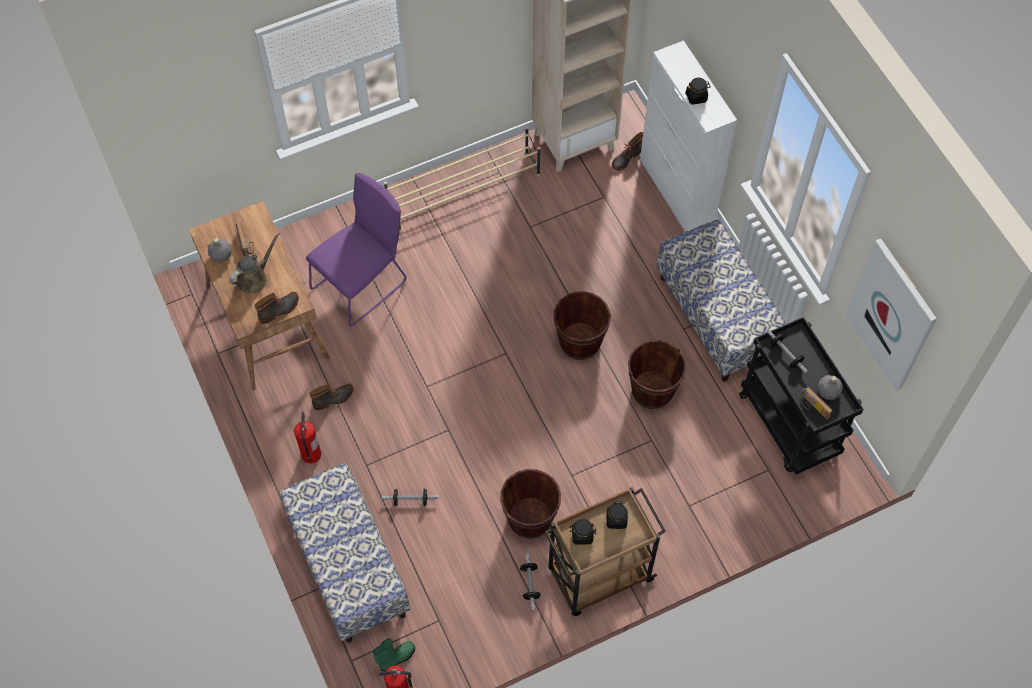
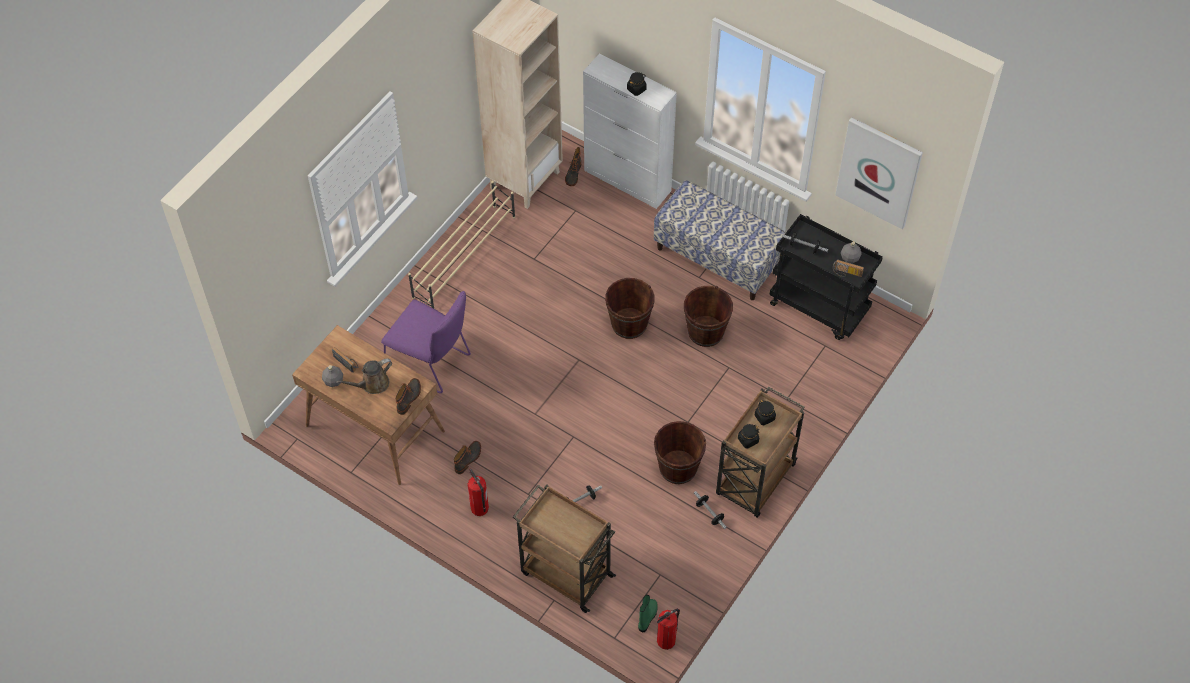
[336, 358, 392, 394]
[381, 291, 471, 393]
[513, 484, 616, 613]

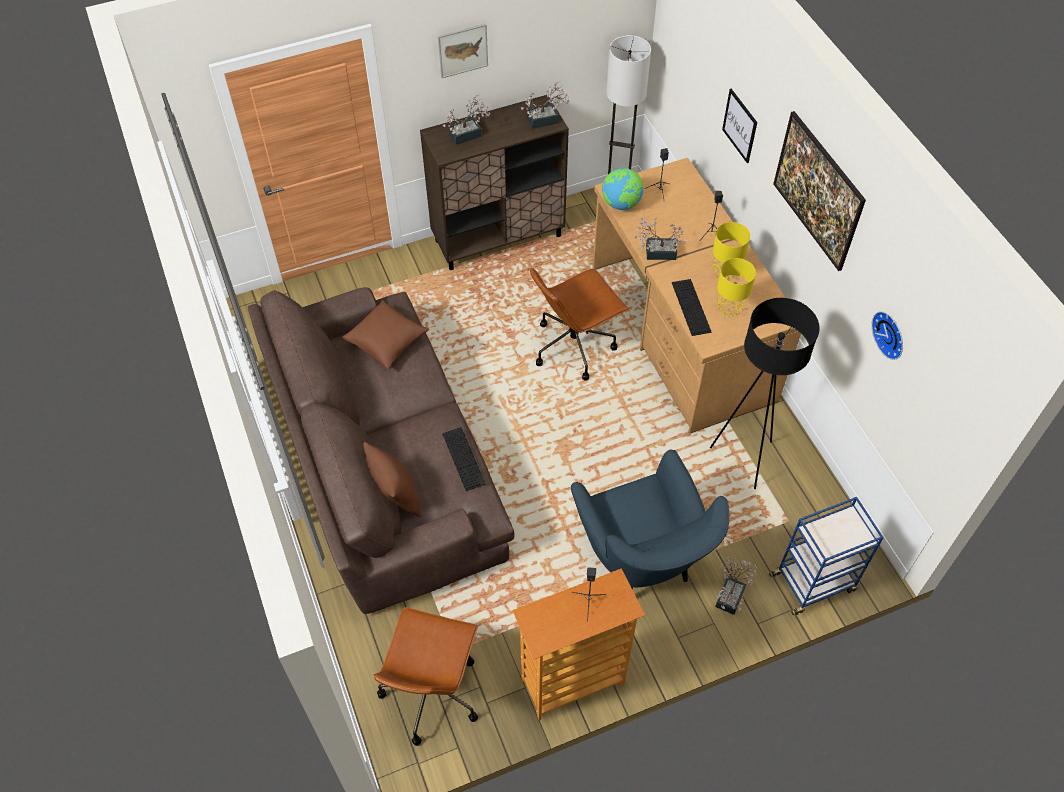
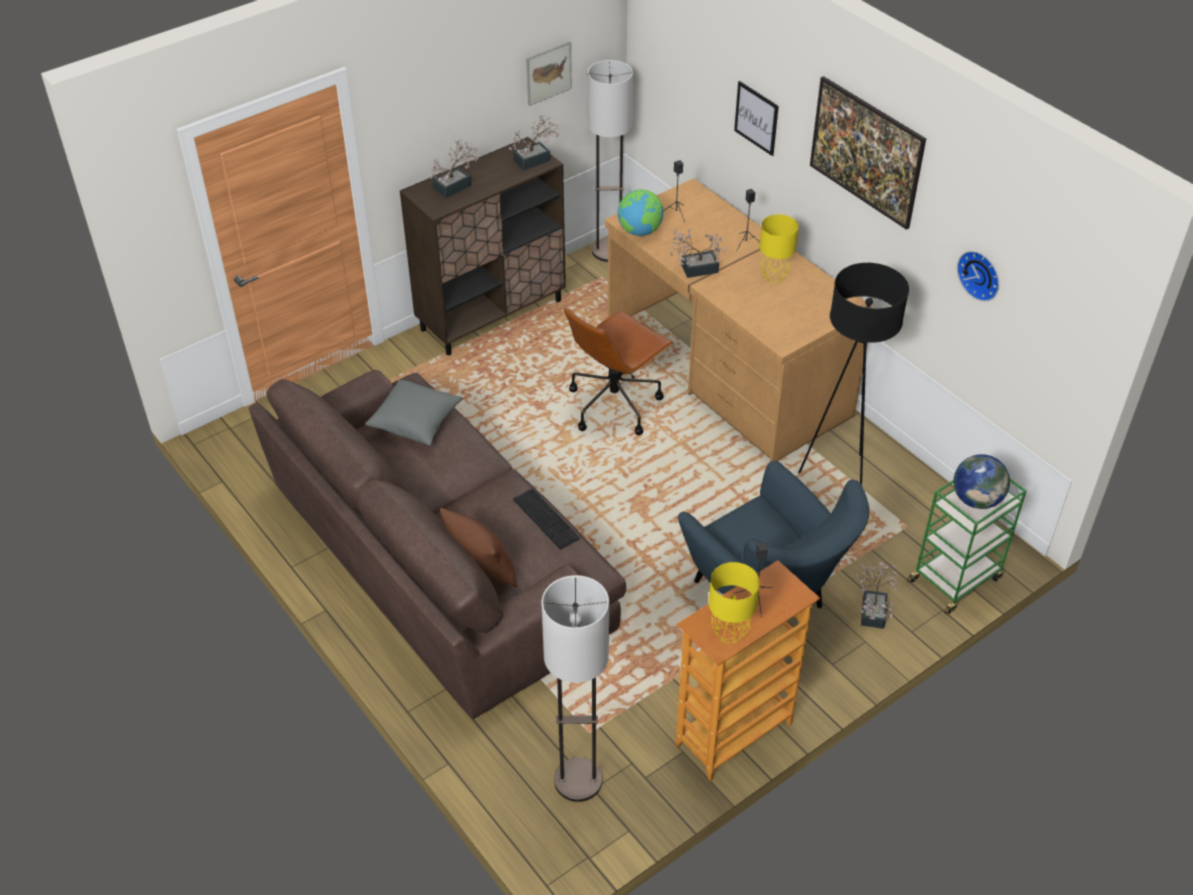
[365, 379, 463, 446]
[526, 41, 572, 106]
[541, 575, 609, 802]
[709, 562, 760, 643]
[906, 478, 1027, 614]
[953, 454, 1010, 509]
[672, 279, 711, 336] (first image)

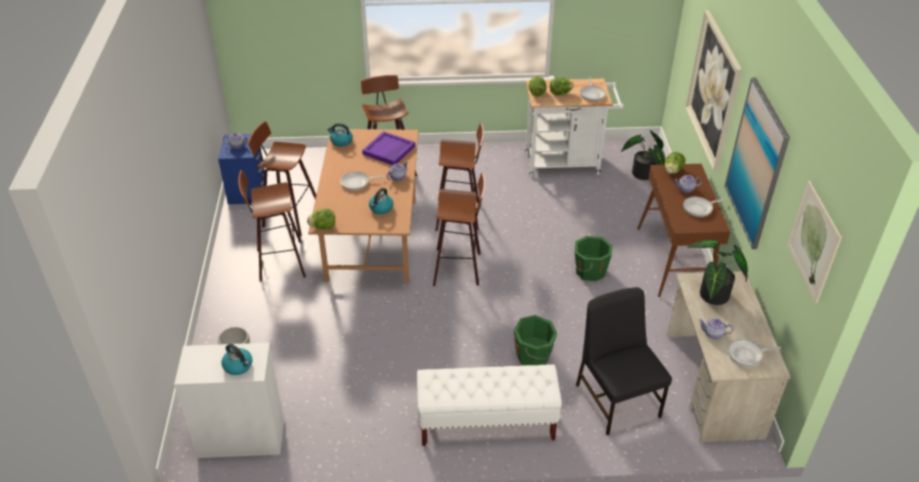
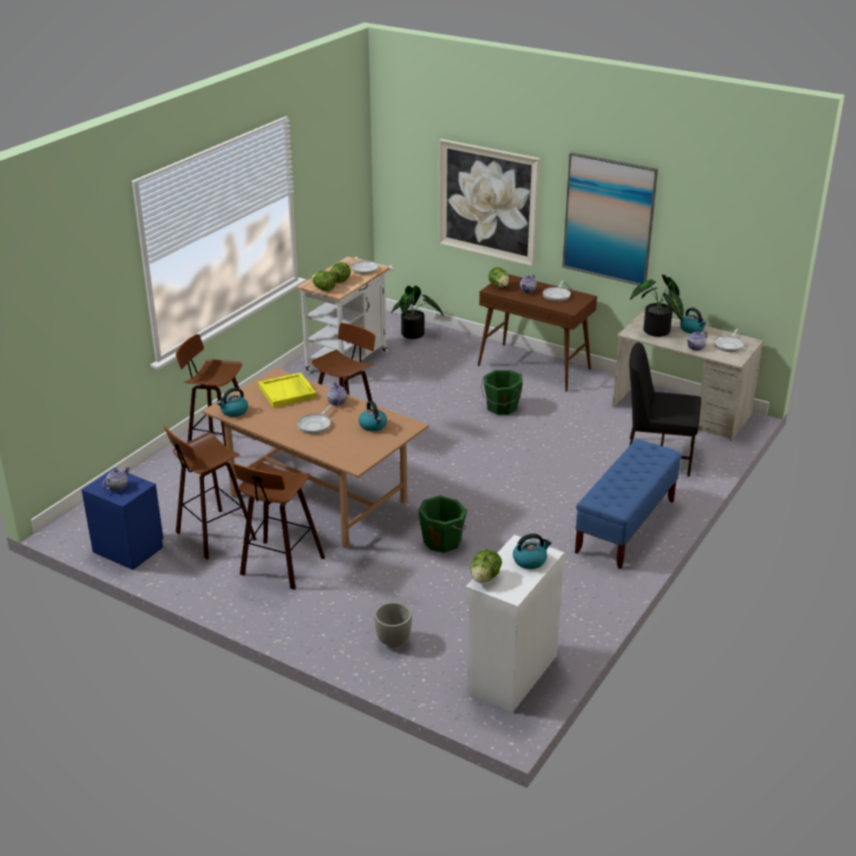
[258, 372, 317, 408]
[418, 496, 467, 553]
[471, 549, 502, 583]
[575, 439, 682, 569]
[680, 308, 706, 334]
[433, 173, 485, 286] (first image)
[787, 181, 842, 304] (first image)

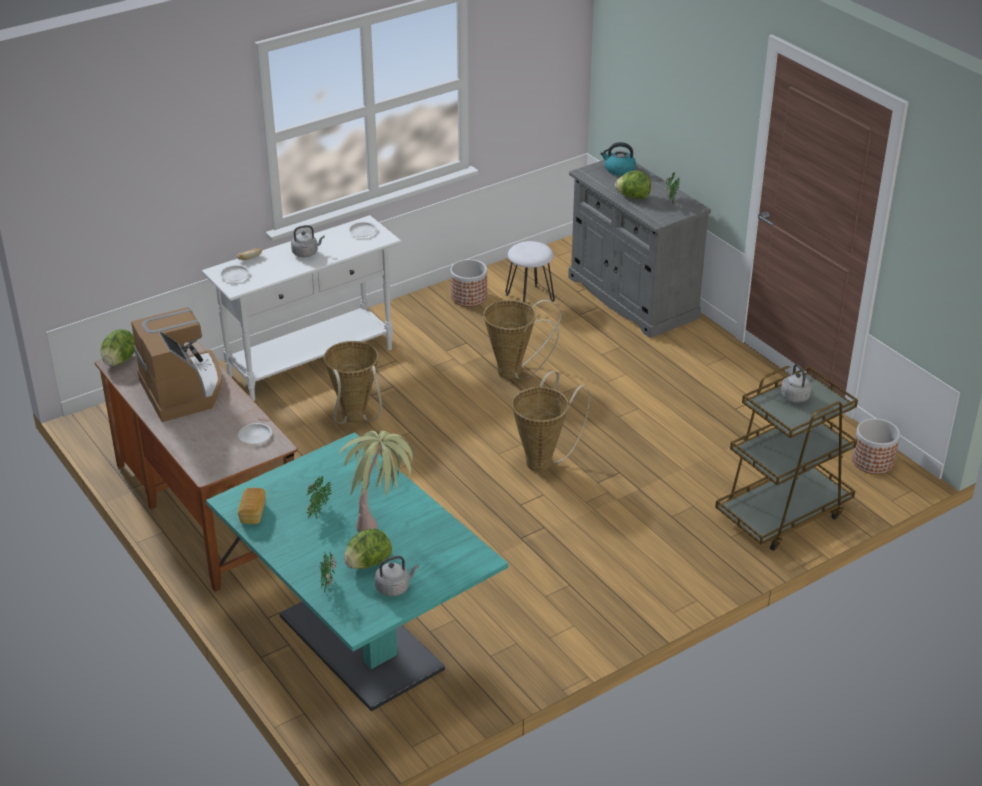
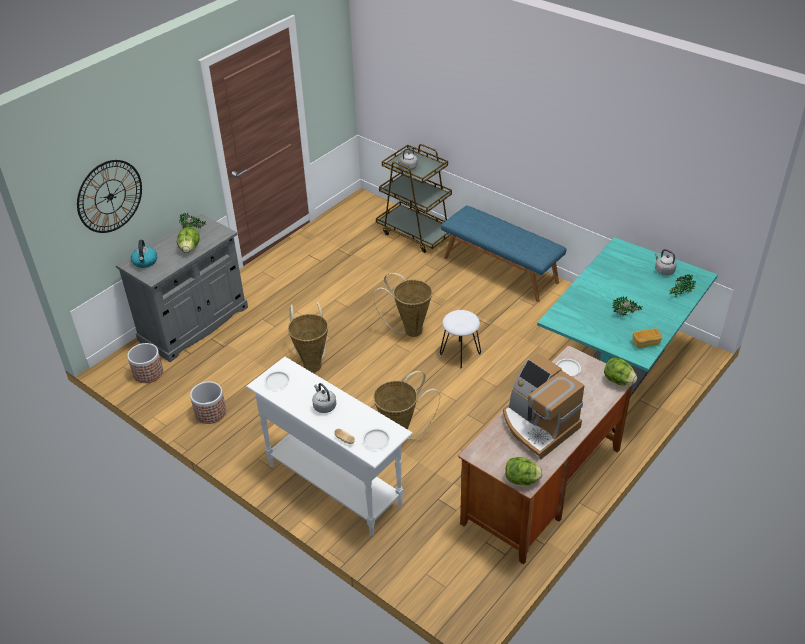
[77, 160, 142, 233]
[127, 343, 163, 383]
[440, 310, 481, 368]
[441, 205, 566, 302]
[503, 353, 584, 459]
[604, 358, 637, 386]
[338, 431, 416, 533] (first image)

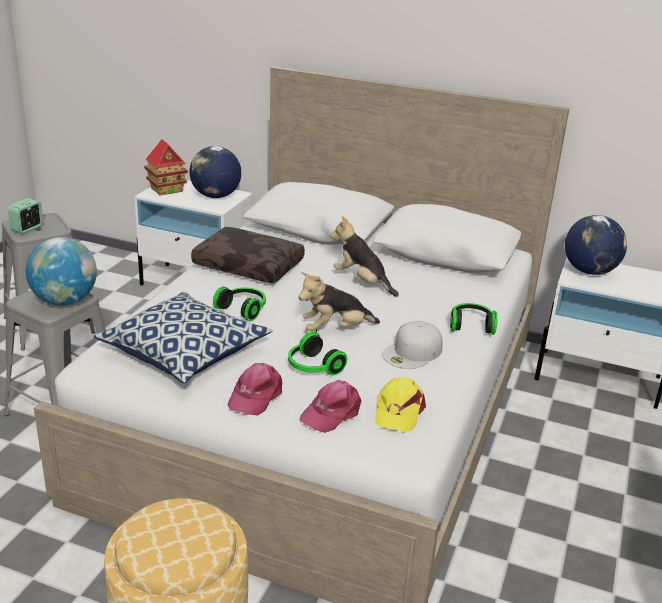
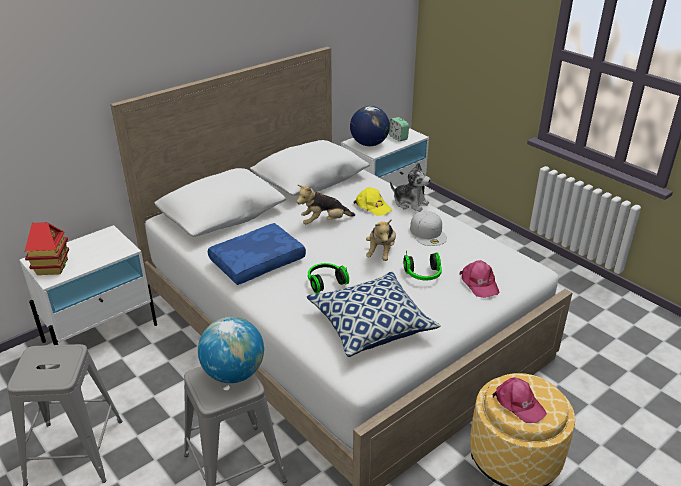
[208, 223, 306, 285]
[353, 187, 392, 216]
[389, 117, 409, 141]
[390, 162, 431, 212]
[493, 378, 547, 423]
[189, 146, 241, 198] (first image)

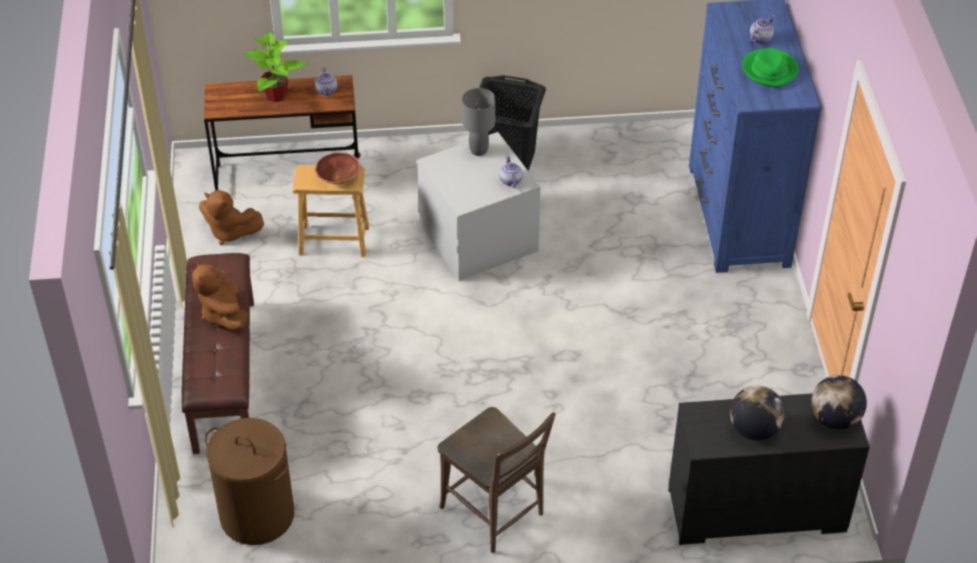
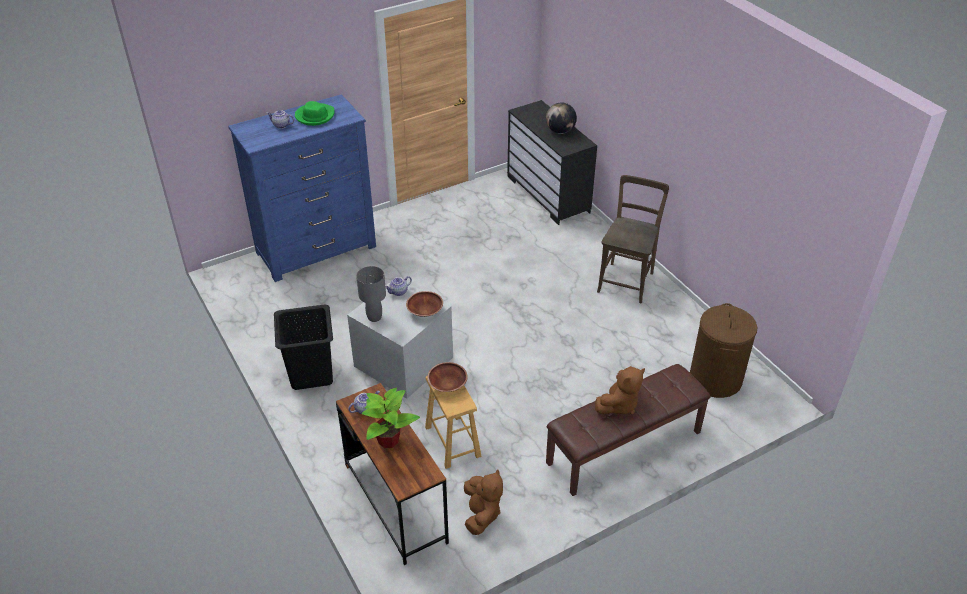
[406, 291, 443, 317]
[811, 375, 867, 430] (first image)

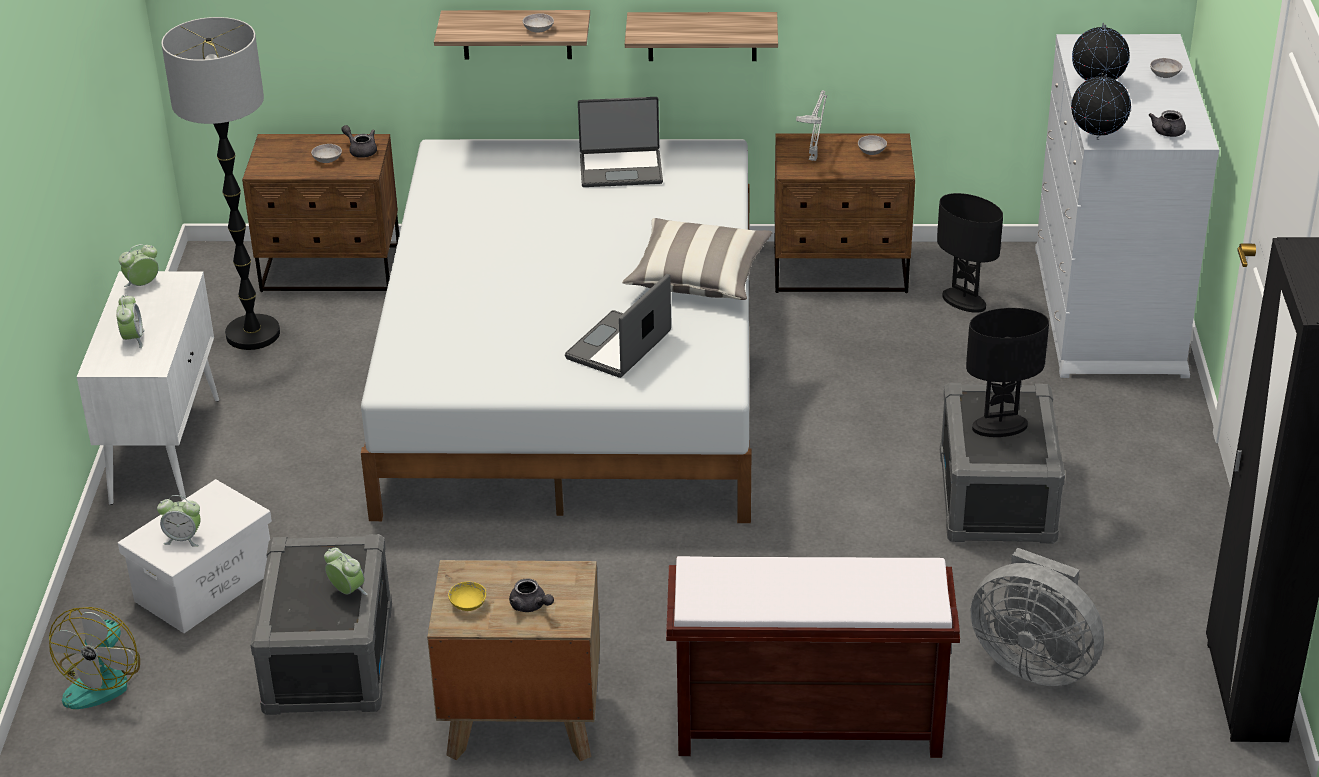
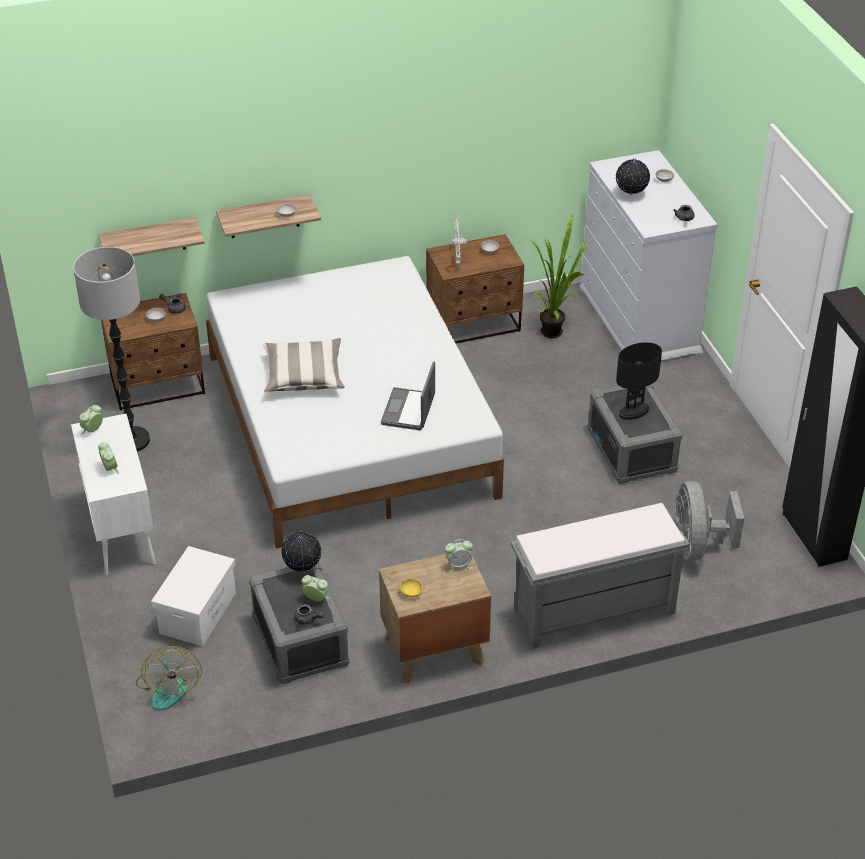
[98, 217, 204, 256]
[263, 338, 345, 392]
[281, 532, 321, 572]
[294, 604, 324, 625]
[445, 539, 473, 572]
[511, 503, 690, 649]
[526, 214, 591, 338]
[674, 481, 744, 561]
[578, 97, 663, 187] (first image)

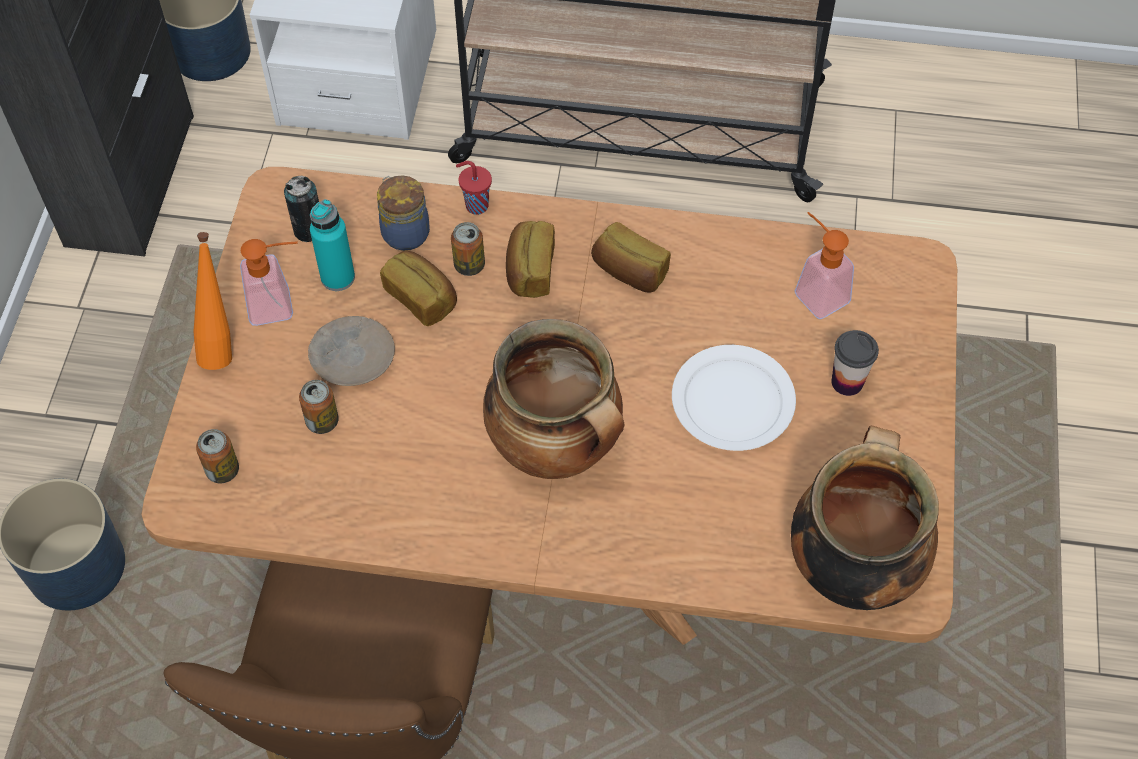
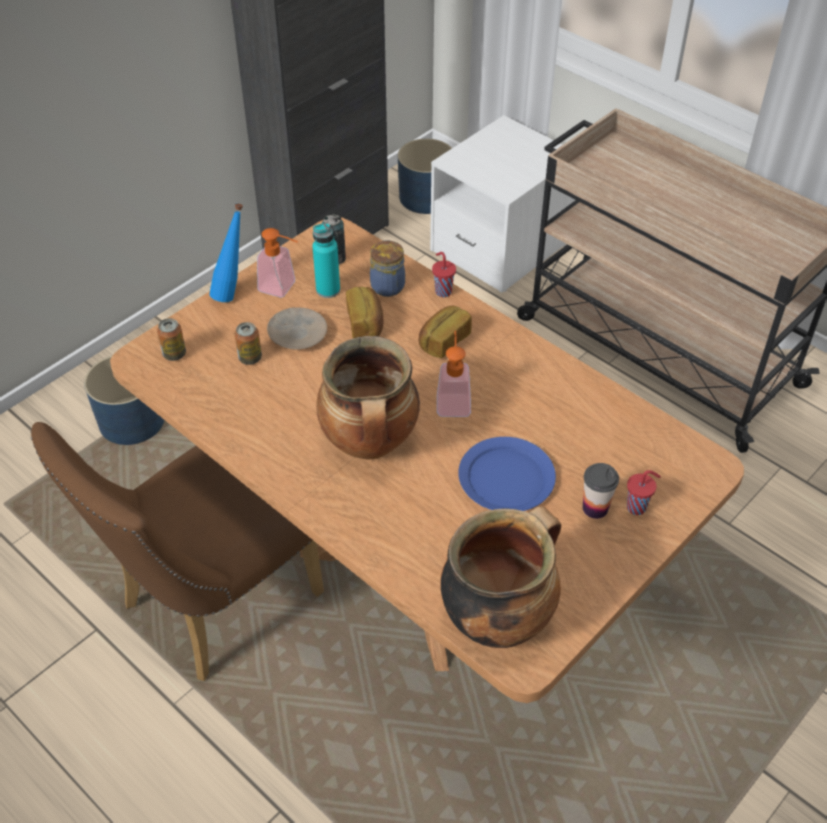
[209, 203, 243, 302]
[437, 330, 471, 417]
[458, 437, 556, 511]
[627, 470, 661, 515]
[451, 222, 485, 276] (first image)
[591, 222, 671, 293] (first image)

